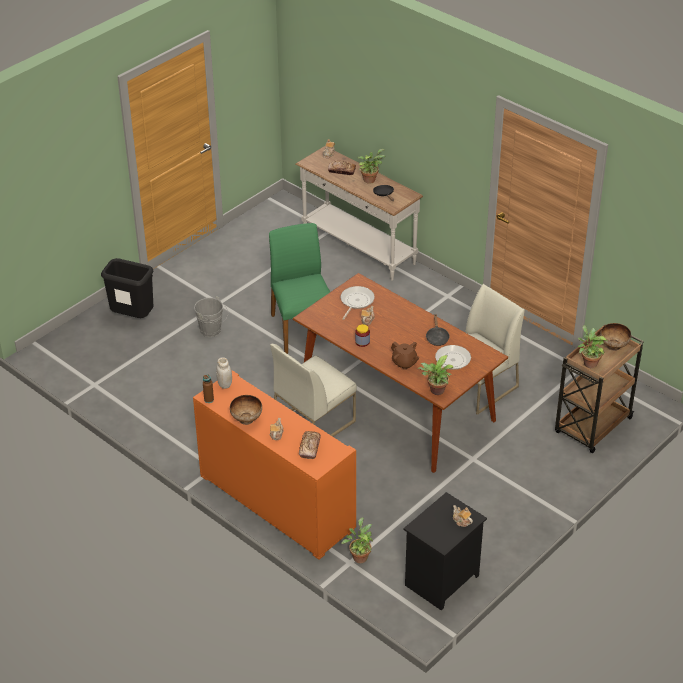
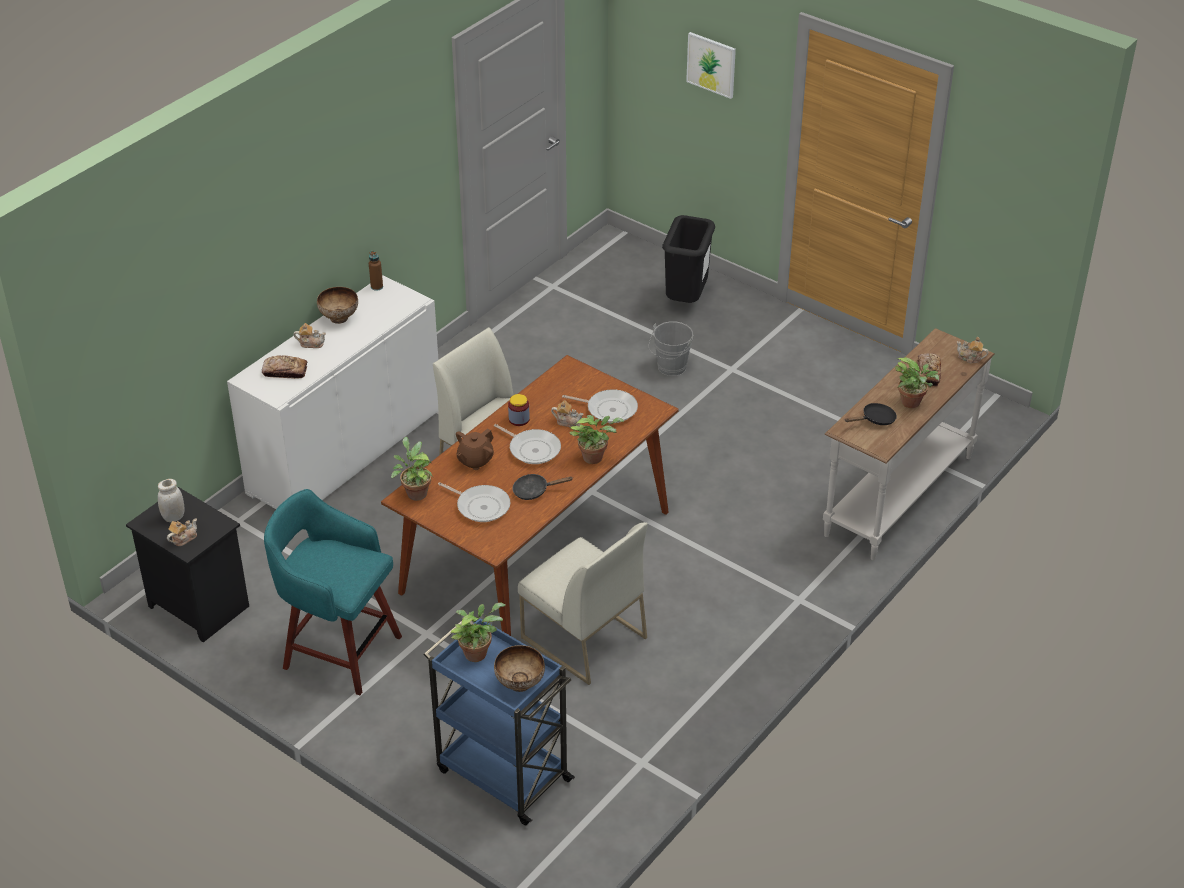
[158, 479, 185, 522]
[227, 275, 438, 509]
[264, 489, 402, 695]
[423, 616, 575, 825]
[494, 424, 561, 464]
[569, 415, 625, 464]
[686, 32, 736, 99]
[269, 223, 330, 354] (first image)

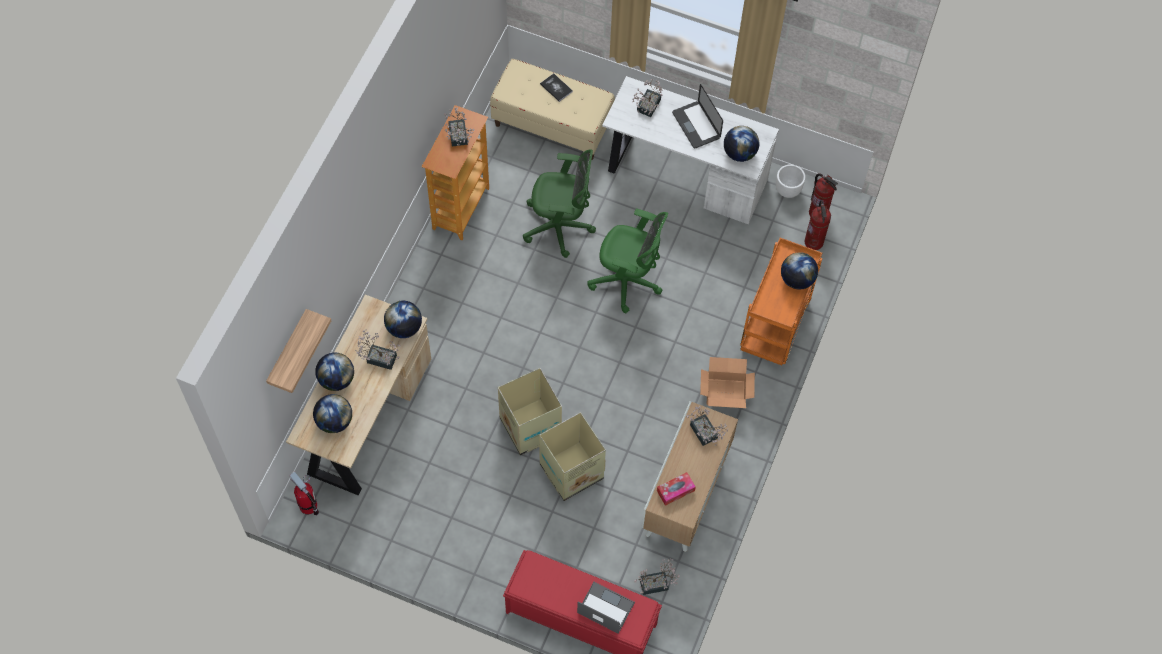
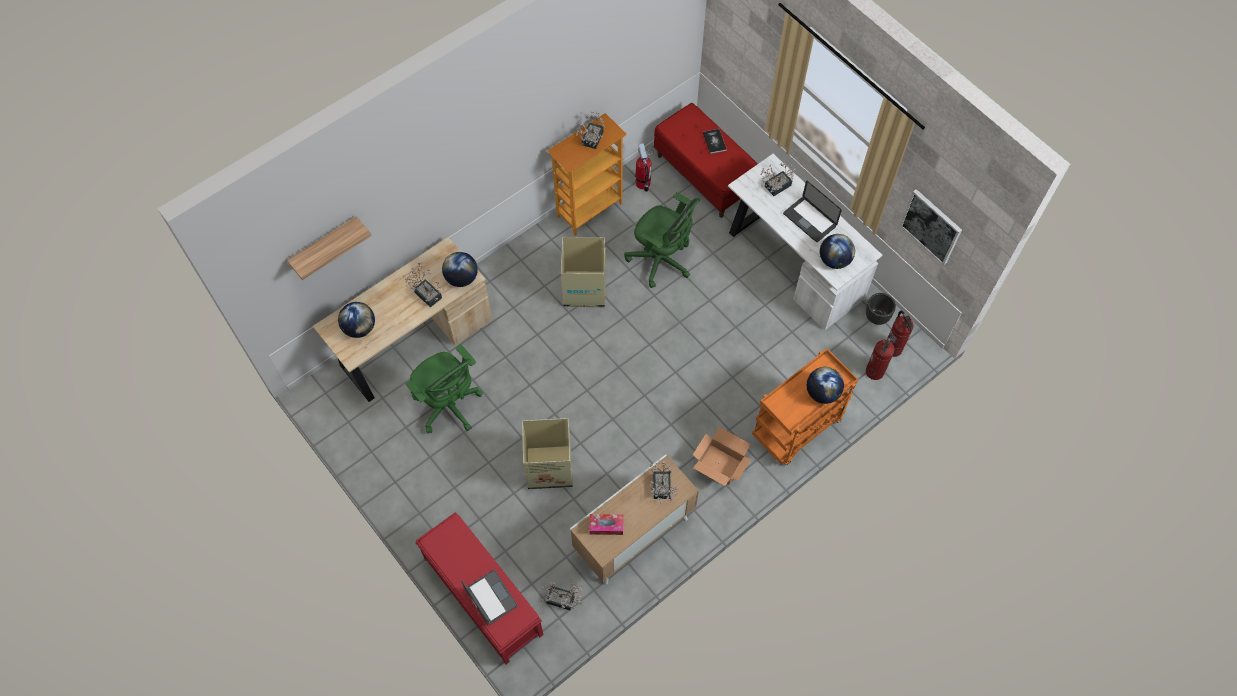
[406, 344, 483, 434]
[561, 237, 606, 307]
[635, 143, 654, 192]
[654, 103, 758, 218]
[783, 181, 842, 242]
[866, 293, 896, 325]
[900, 189, 962, 265]
[315, 352, 354, 391] (first image)

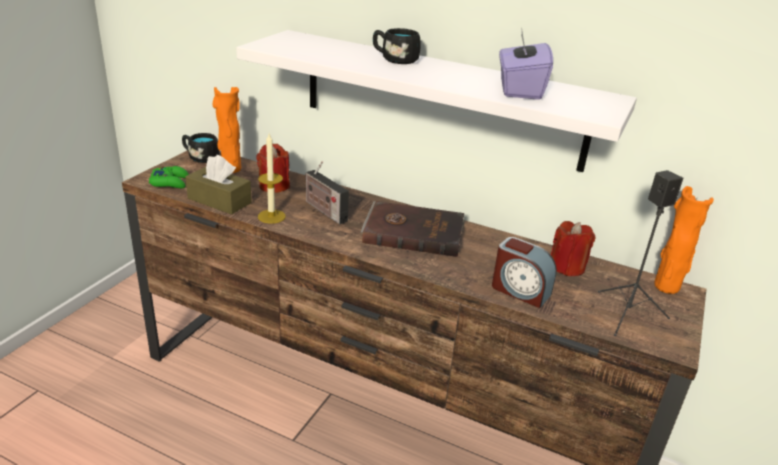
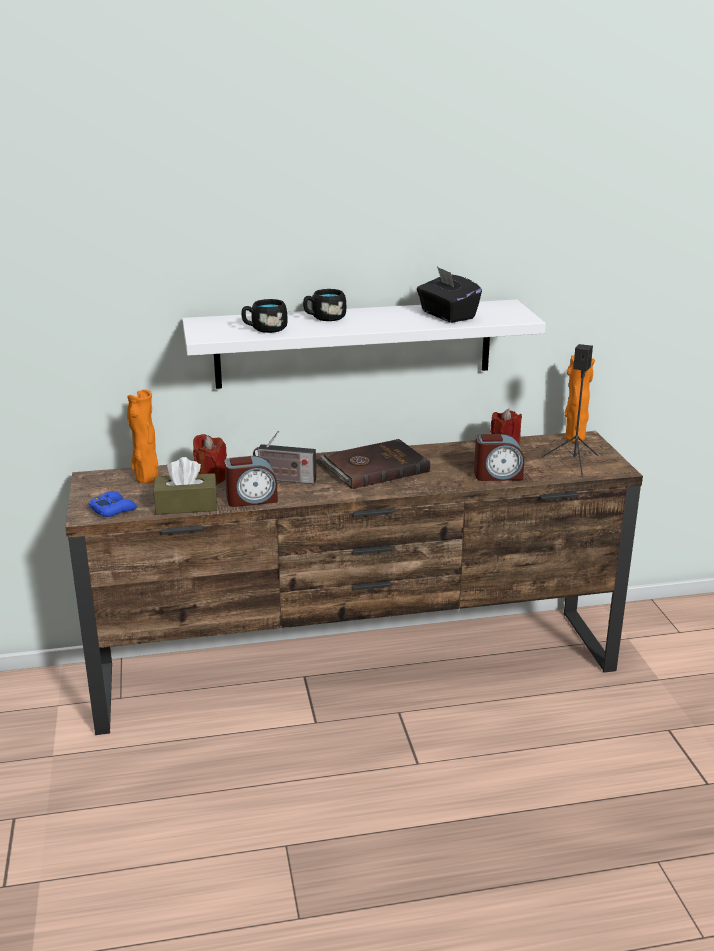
[88, 491, 137, 517]
[225, 456, 278, 507]
[241, 299, 288, 333]
[417, 267, 482, 323]

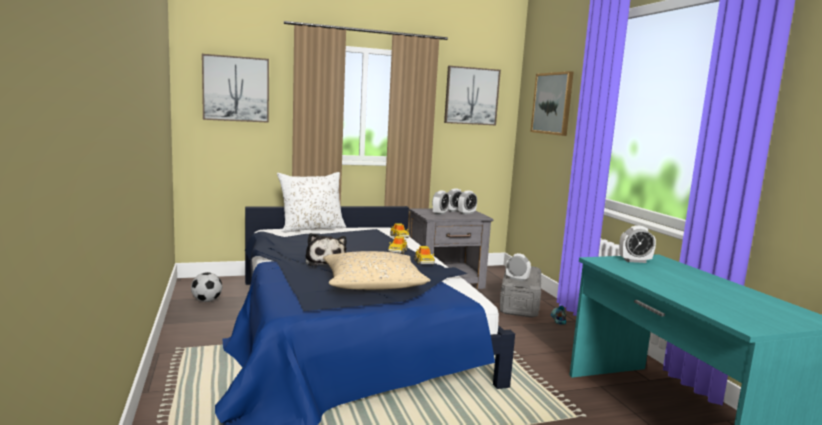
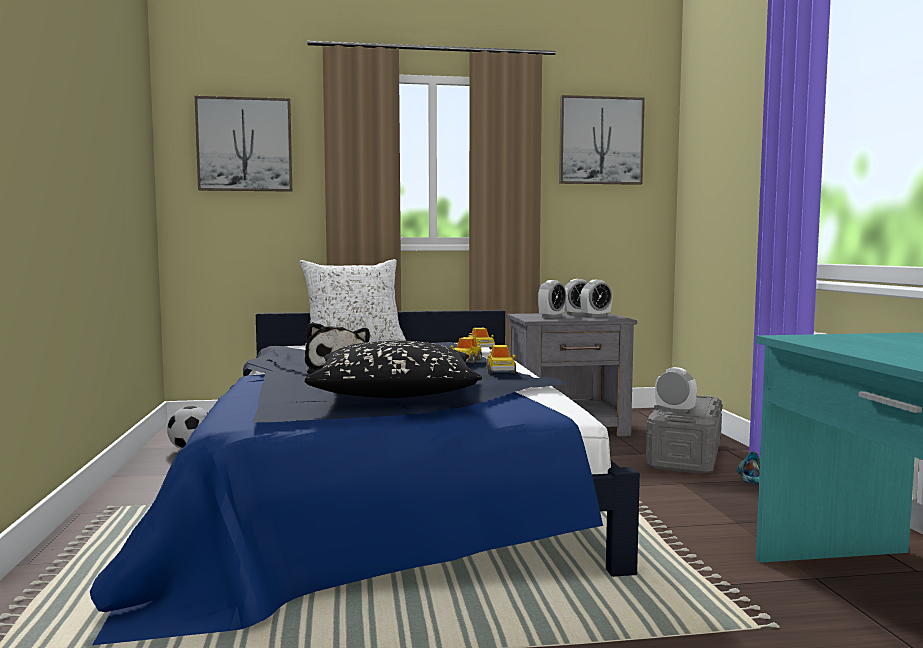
[304, 340, 482, 398]
[531, 71, 574, 136] (first image)
[619, 226, 656, 263] (first image)

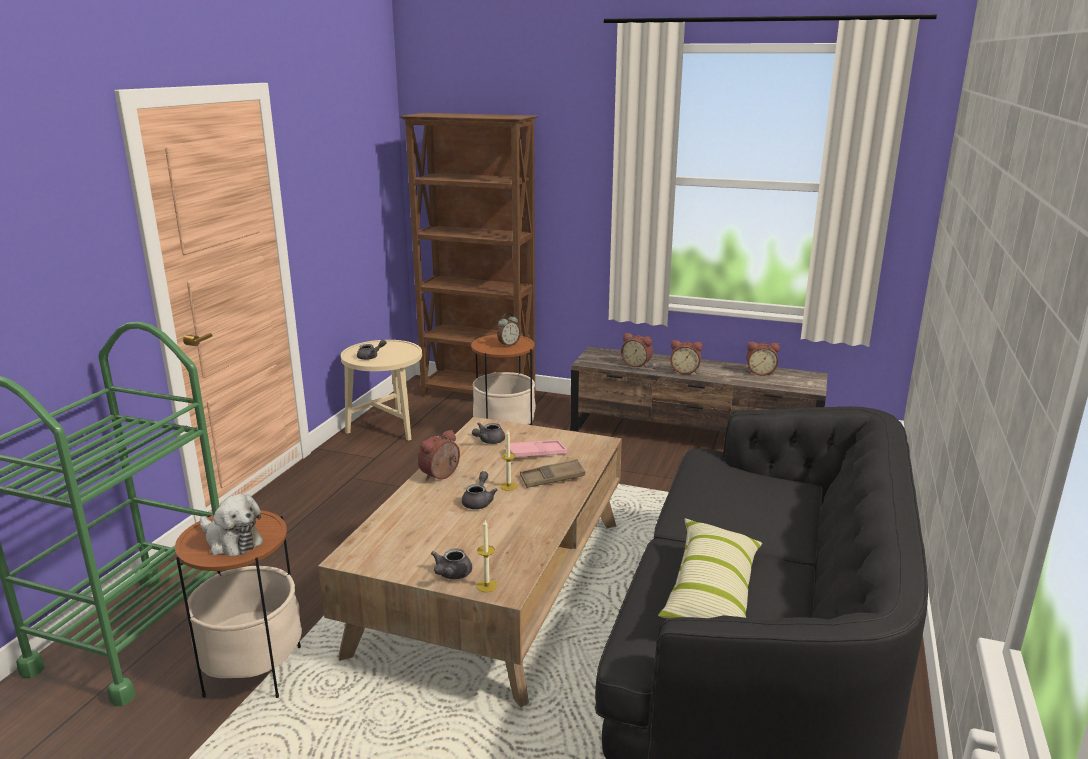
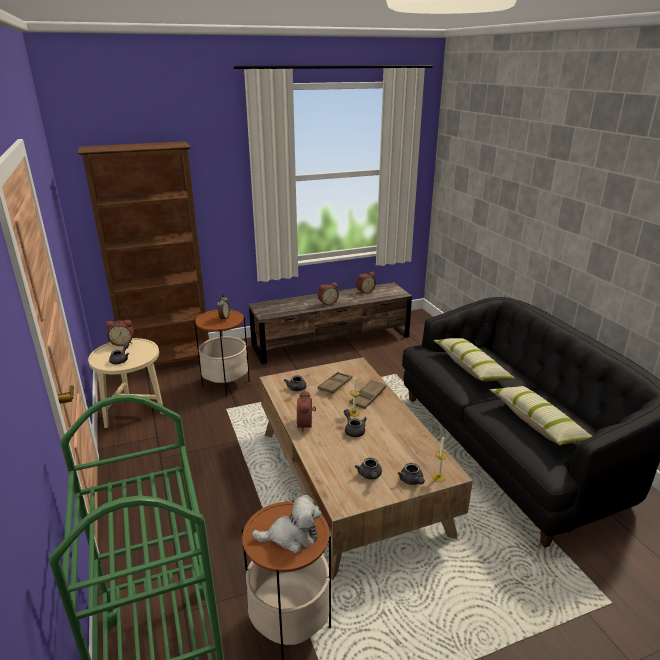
[106, 320, 134, 346]
[318, 372, 352, 394]
[355, 458, 382, 479]
[433, 338, 515, 382]

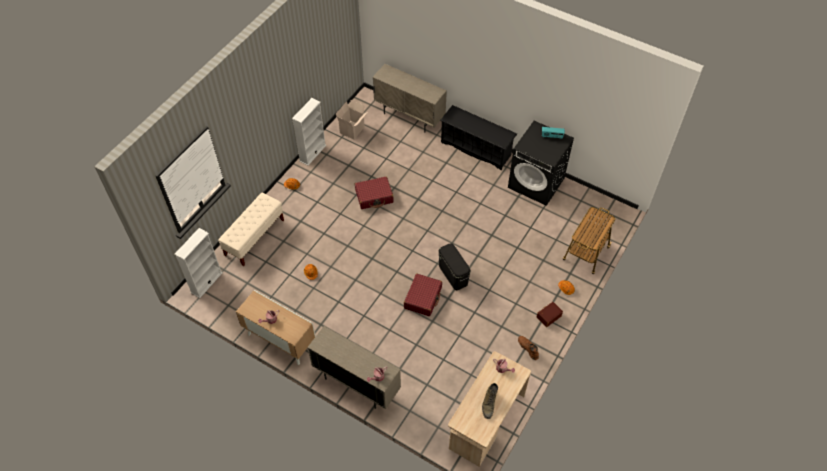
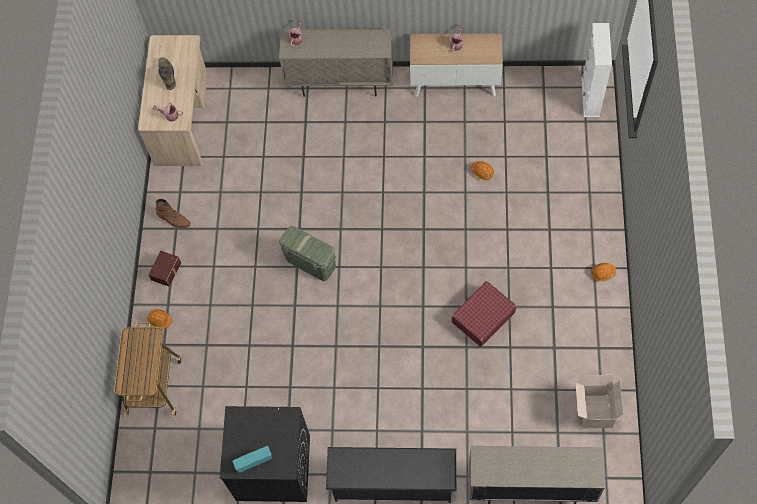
[279, 226, 336, 281]
[218, 193, 284, 266] (first image)
[292, 98, 326, 166] (first image)
[404, 273, 442, 316] (first image)

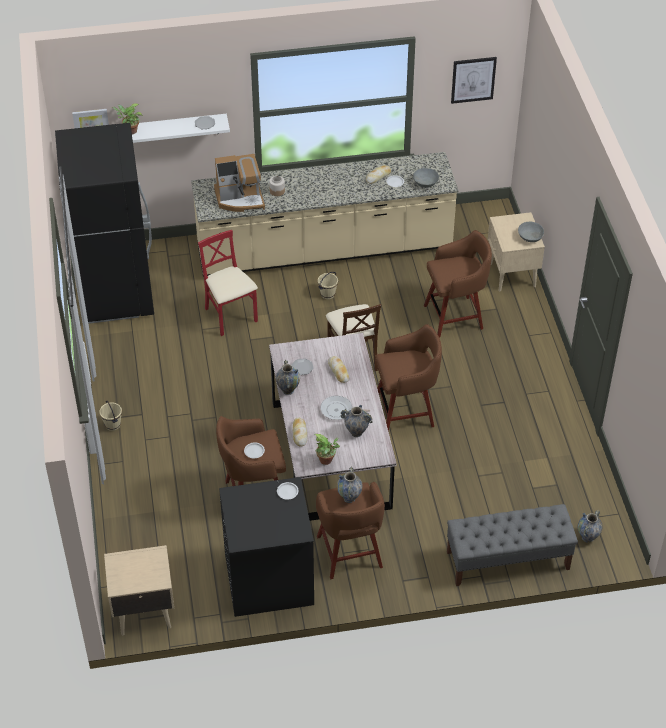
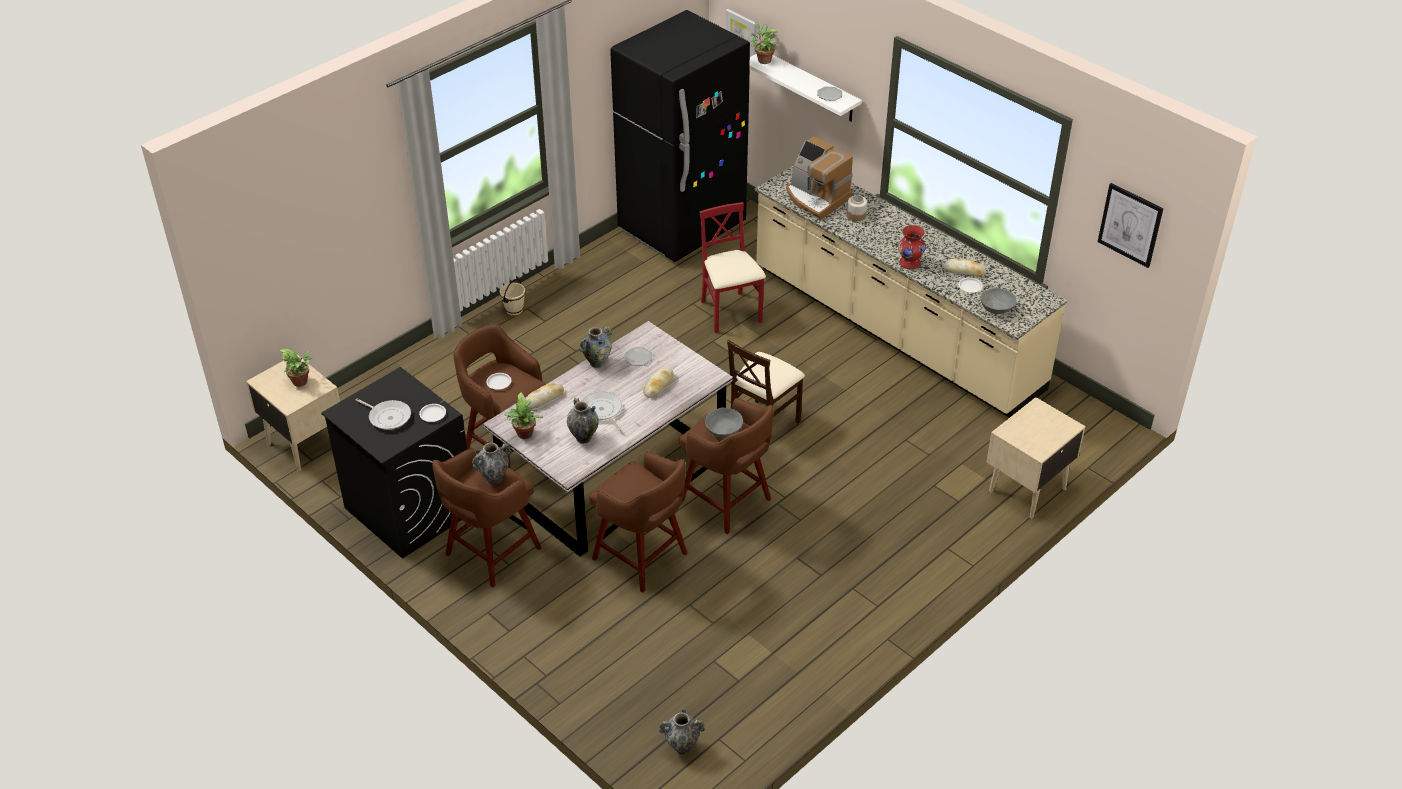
[279, 349, 313, 387]
[356, 399, 411, 430]
[589, 451, 688, 593]
[699, 202, 766, 333]
[705, 408, 743, 438]
[898, 225, 926, 269]
[318, 272, 338, 299] (first image)
[447, 504, 578, 586] (first image)

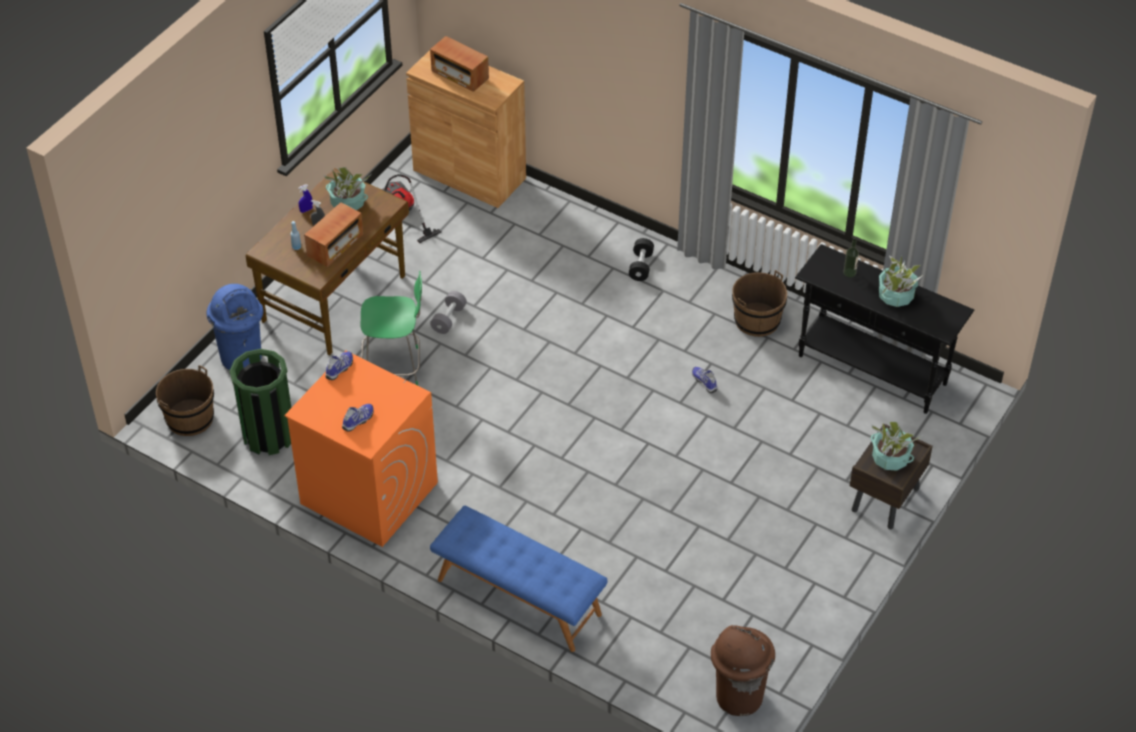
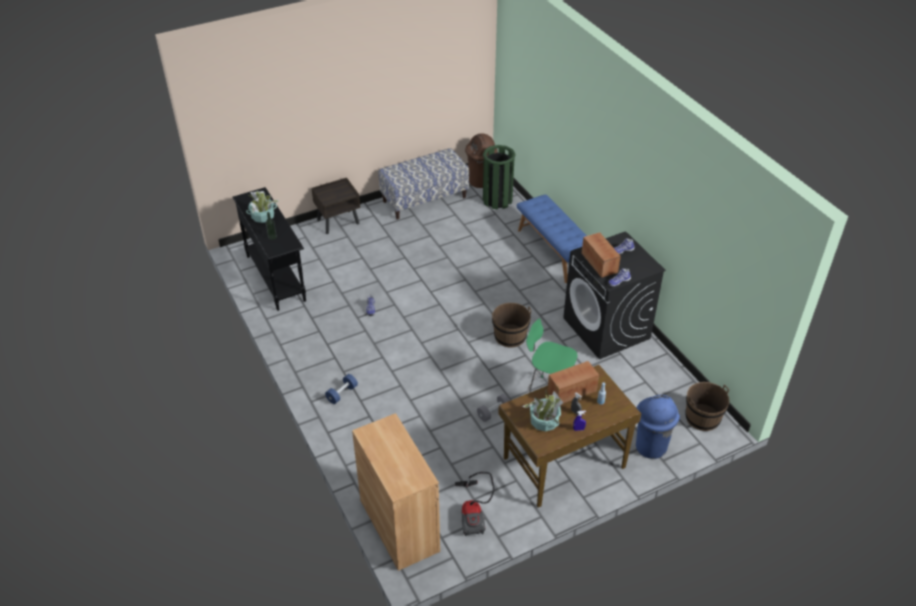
[325, 374, 358, 404]
[378, 148, 469, 220]
[483, 145, 516, 210]
[492, 303, 531, 348]
[563, 231, 666, 359]
[582, 232, 621, 278]
[871, 422, 921, 471] (first image)

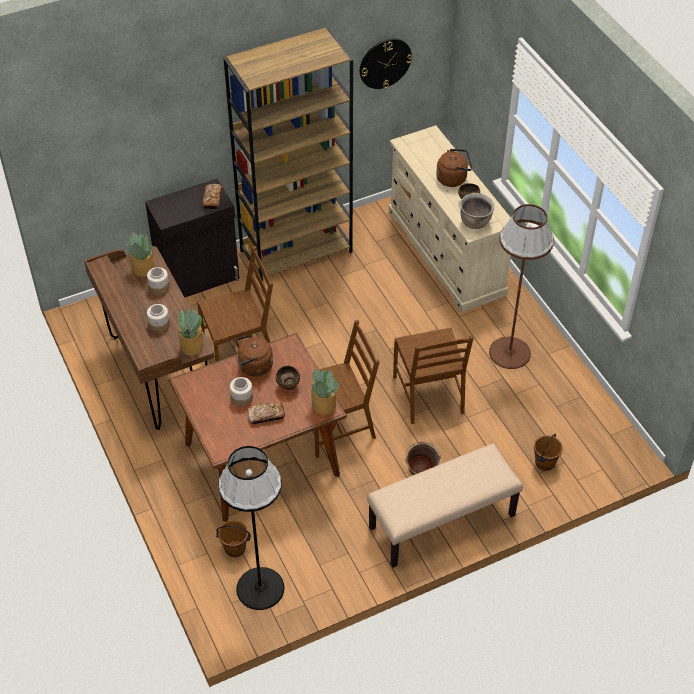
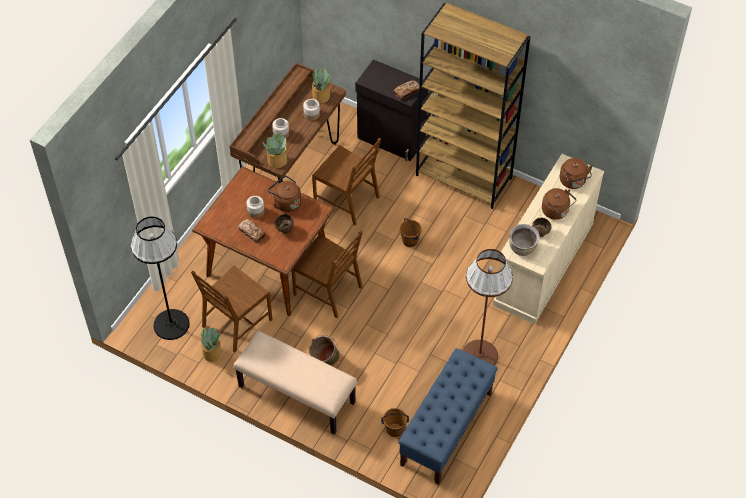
[191, 266, 273, 353]
[200, 327, 222, 362]
[398, 348, 498, 485]
[400, 218, 422, 247]
[560, 158, 593, 189]
[360, 39, 412, 89] (first image)

